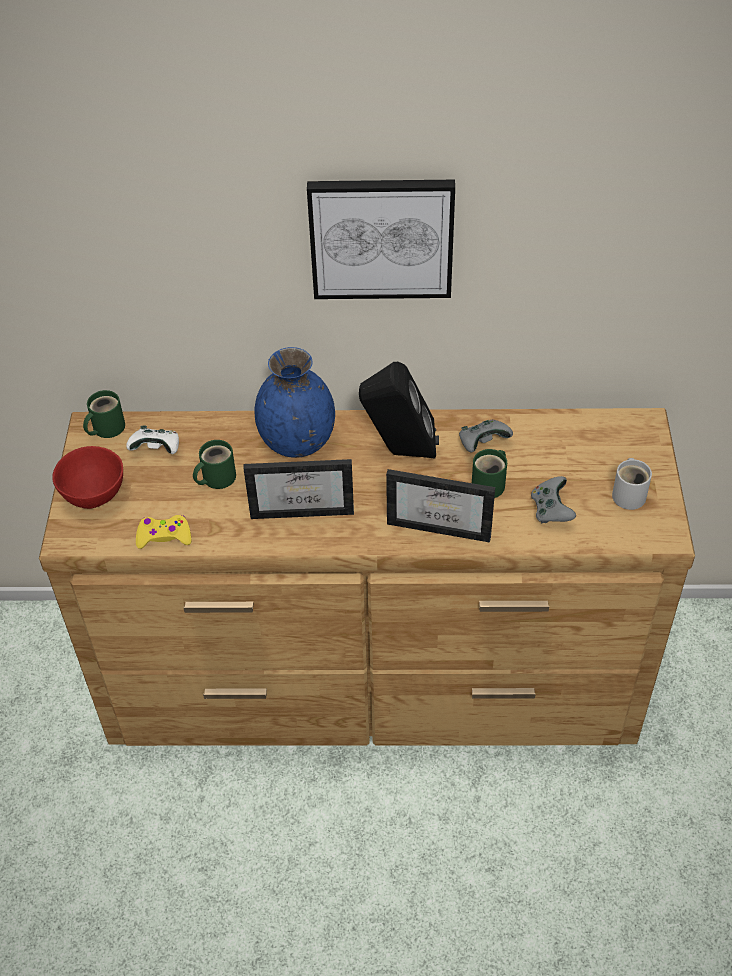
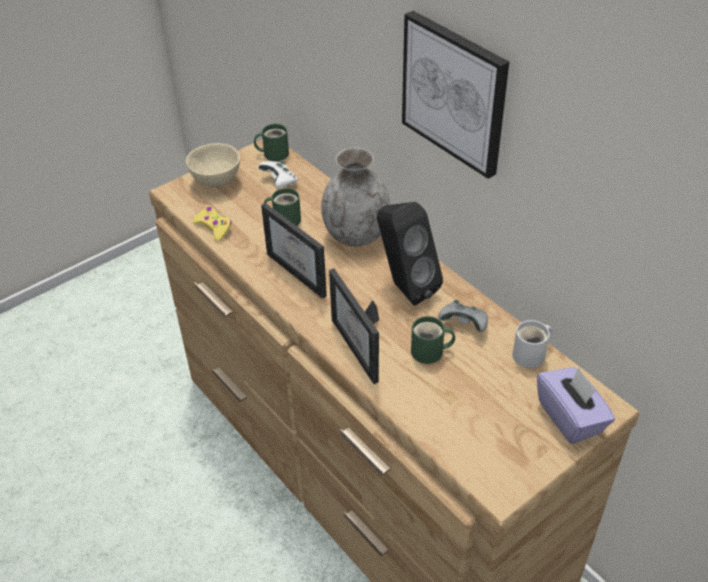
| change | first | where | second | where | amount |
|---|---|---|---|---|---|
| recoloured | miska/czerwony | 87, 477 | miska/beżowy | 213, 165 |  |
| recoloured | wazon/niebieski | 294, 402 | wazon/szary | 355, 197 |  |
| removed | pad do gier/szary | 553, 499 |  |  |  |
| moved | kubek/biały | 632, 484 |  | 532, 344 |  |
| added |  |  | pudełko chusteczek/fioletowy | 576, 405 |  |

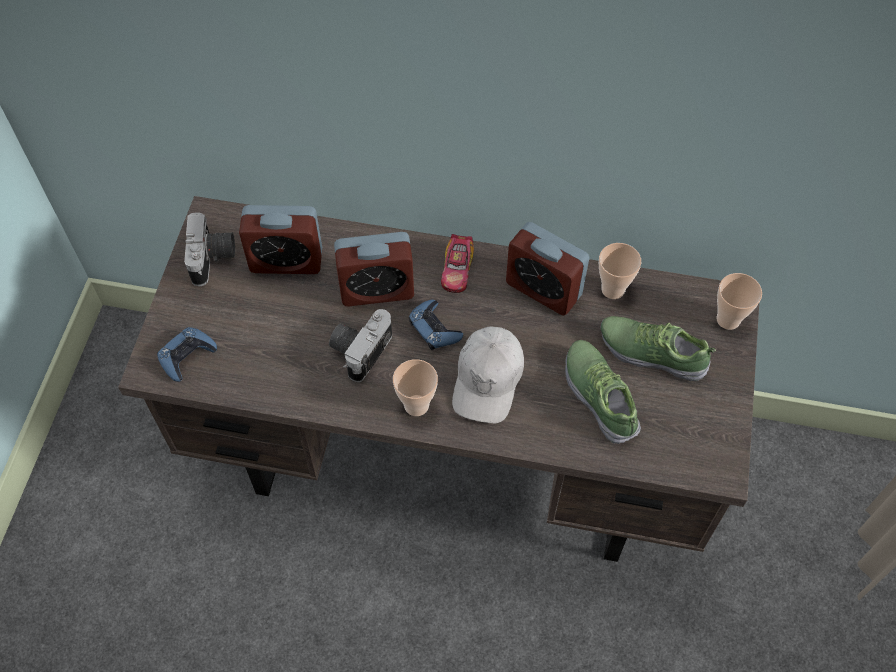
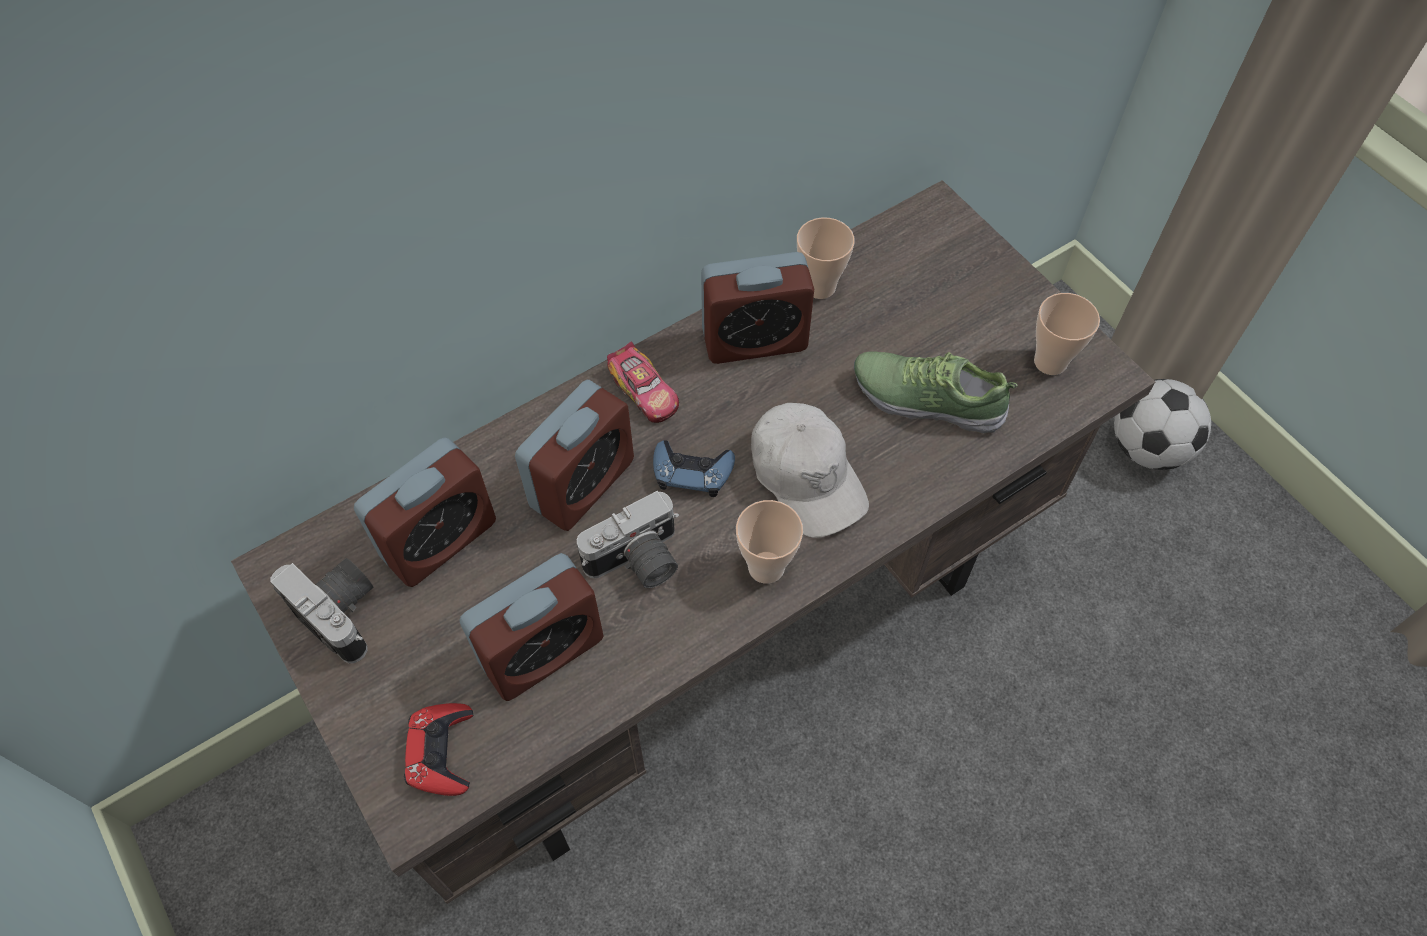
| change | first | where | second | where | amount |
|---|---|---|---|---|---|
| recoloured | pad do gier/niebieski | 187, 354 | pad do gier/czerwony | 438, 749 |  |
| turned | aparat fotograficzny | 360, 345 |  | 628, 539 | 105 degrees counterclockwise |
| removed | but | 658, 348 |  |  |  |
| moved | filiżanka | 739, 301 |  | 1067, 334 |  |
| added |  |  | budzik | 531, 627 |  |
| added |  |  | piłka futbolowa | 1162, 424 |  |

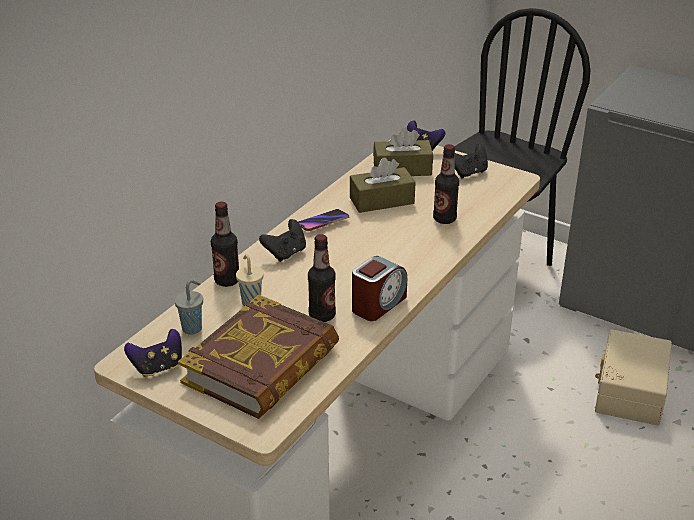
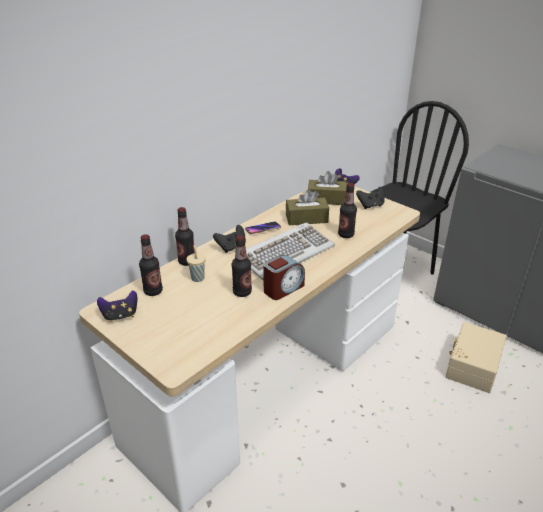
| change | first | where | second | where | amount |
|---|---|---|---|---|---|
| replaced | filiżanka/szary | 188, 307 | butelka | 151, 265 |  |
| removed | książka | 258, 357 |  |  |  |
| added |  |  | klawiatura | 290, 251 |  |

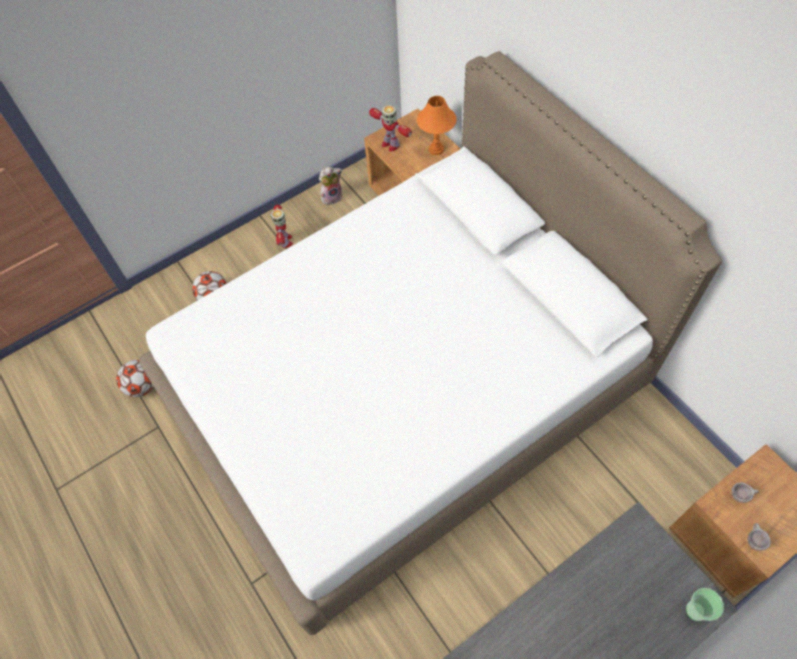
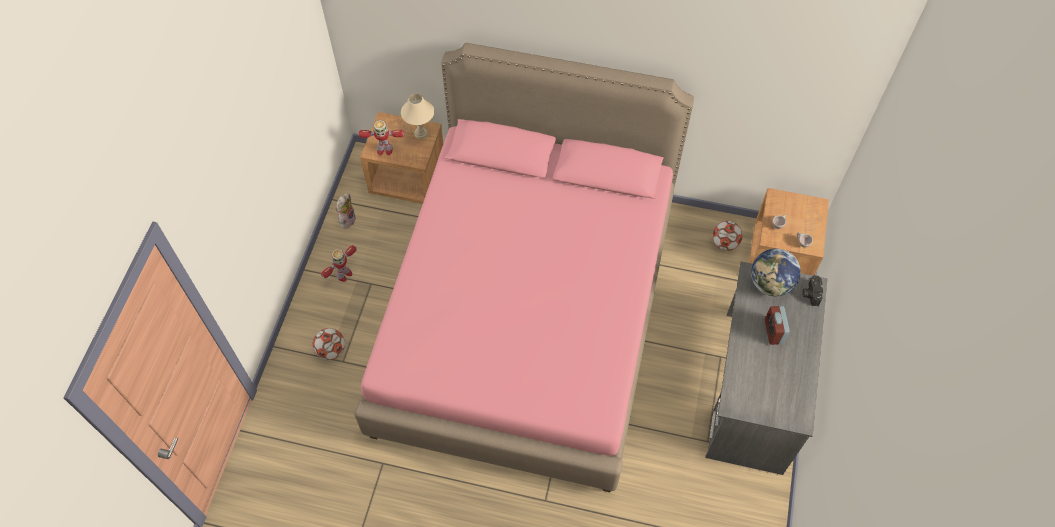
| change | first | where | second | where | amount |
|---|---|---|---|---|---|
| moved | piłka futbolowa | 135, 378 |  | 727, 236 |  |
| recoloured | łóżko/biały | 430, 343 | łóżko/różowy | 524, 267 |  |
| turned | robot zabawkowy | 281, 226 |  | 339, 263 | 90 degrees clockwise |
| recoloured | lampa stołowa/pomarańczowy | 437, 125 | lampa stołowa/beżowy | 417, 116 |  |
| replaced | filiżanka | 705, 604 | aparat fotograficzny | 812, 291 |  |
| added |  |  | globus | 776, 272 |  |
| added |  |  | budzik | 777, 325 |  |

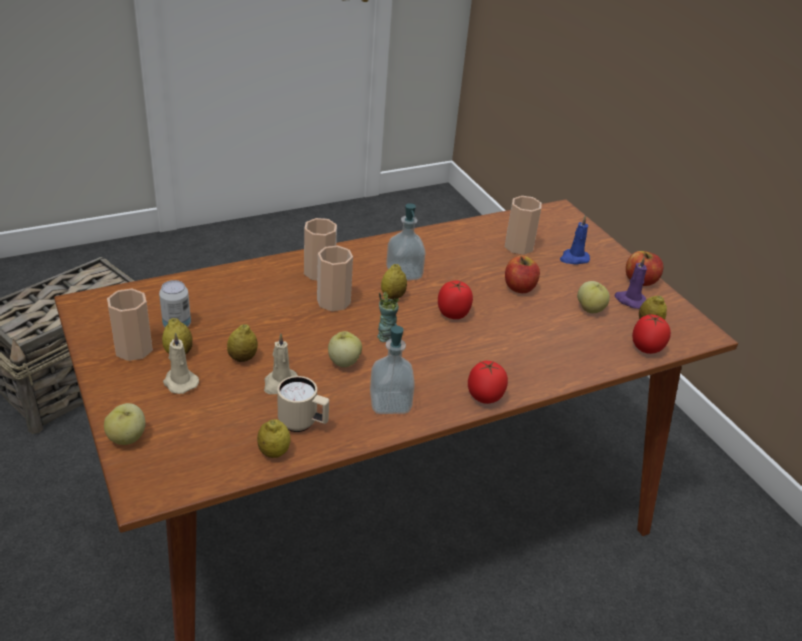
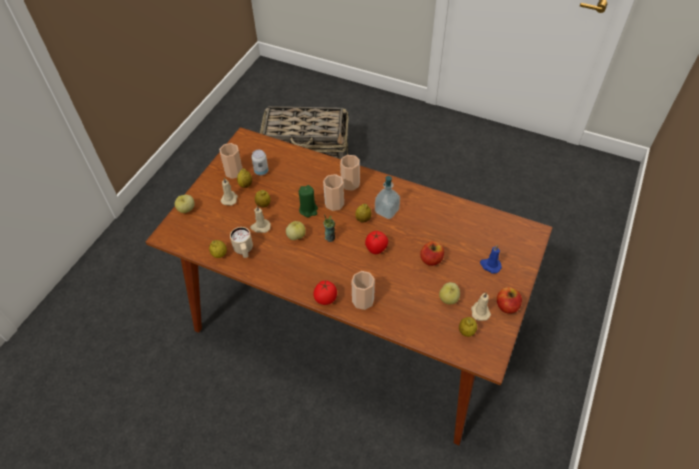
| change | first | where | second | where | amount |
|---|---|---|---|---|---|
| removed | dozownik mydła | 392, 368 |  |  |  |
| moved | filiżanka | 523, 225 |  | 363, 290 |  |
| recoloured | świeca/fioletowy | 631, 283 | świeca/beżowy | 481, 307 |  |
| removed | pomidor | 651, 334 |  |  |  |
| added |  |  | świeca/zielony | 308, 201 |  |

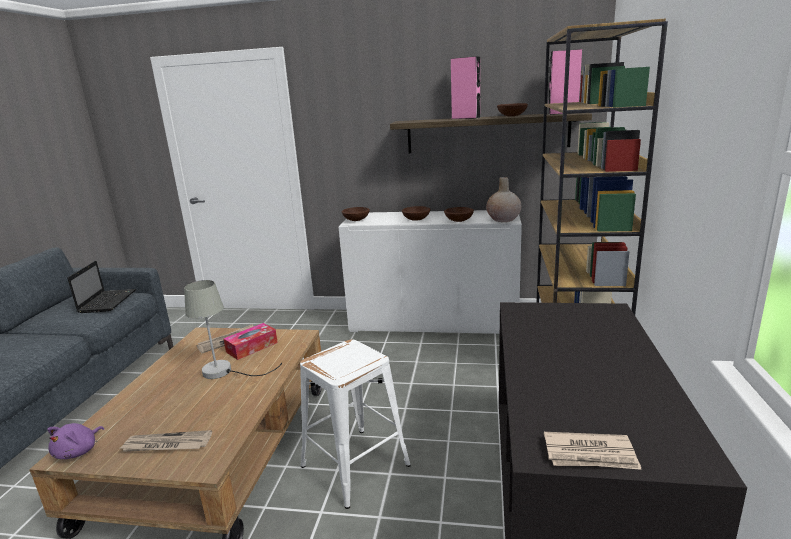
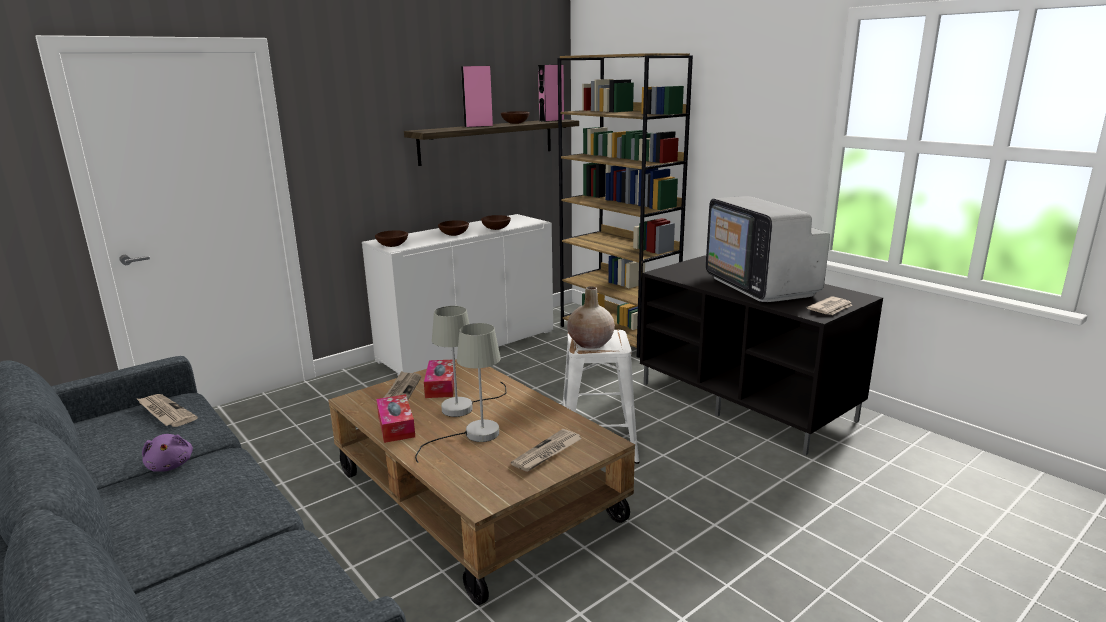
| change | first | where | second | where | amount |
|---|---|---|---|---|---|
| moved | pluszak/fioletowy | 75, 441 |  | 167, 453 |  |
| replaced | laptop | 101, 287 | gazeta | 167, 410 |  |
| moved | wazon/beżowy | 503, 199 |  | 591, 317 |  |
| added |  |  | pudełko chusteczek | 395, 418 |  |
| added |  |  | lampa stołowa/szary | 458, 393 |  |
| added |  |  | telewizor | 768, 249 |  |

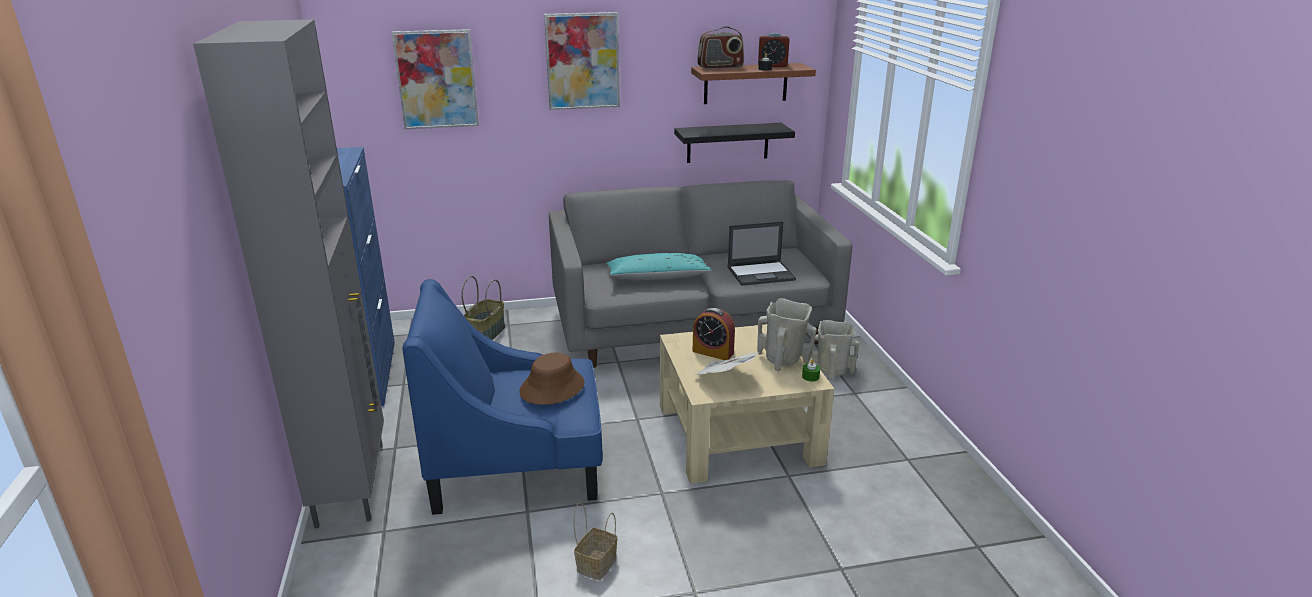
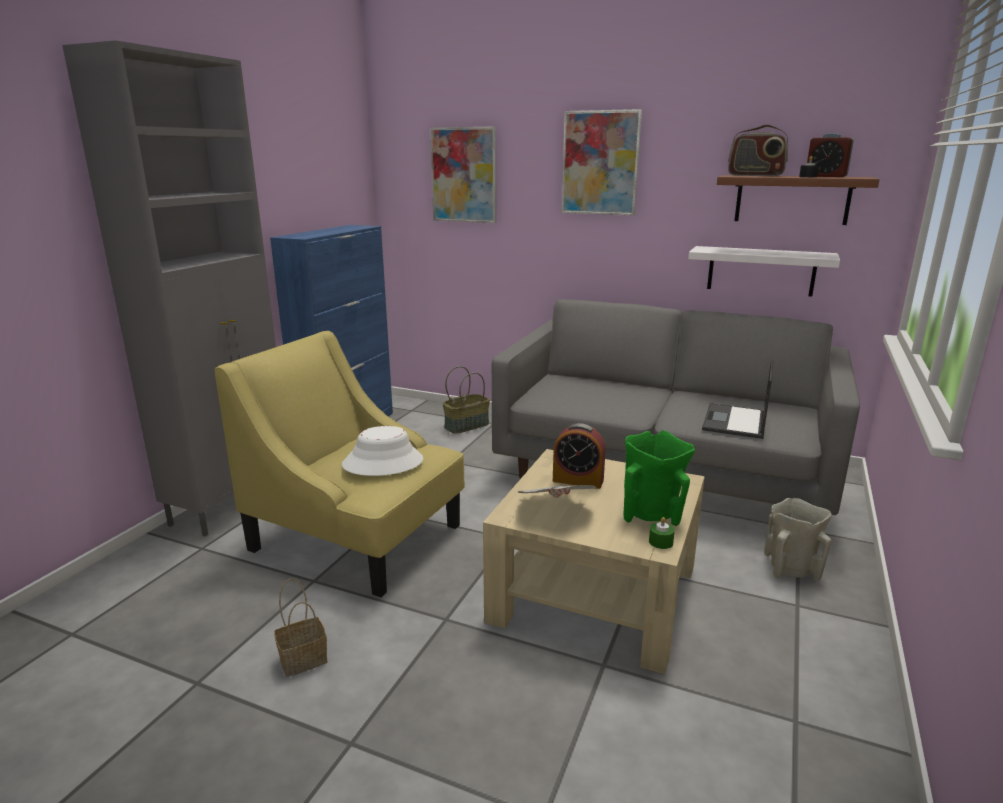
| change | first | where | second | where | amount |
|---|---|---|---|---|---|
| recoloured | fotel/niebieski | 502, 397 | fotel/żółty | 340, 464 |  |
| recoloured | kapelusz/brązowy | 551, 379 | kapelusz/biały | 382, 451 |  |
| removed | poduszka/turkusowy | 659, 266 |  |  |  |
| recoloured | półka/czarny | 734, 143 | półka/biały | 764, 271 |  |
| turned | budzik | 714, 334 |  | 579, 456 | 45 degrees counterclockwise |
| turned | laptop | 761, 253 |  | 737, 399 | 90 degrees clockwise |
| recoloured | wazon/beżowy | 787, 334 | wazon/zielony | 659, 478 |  |

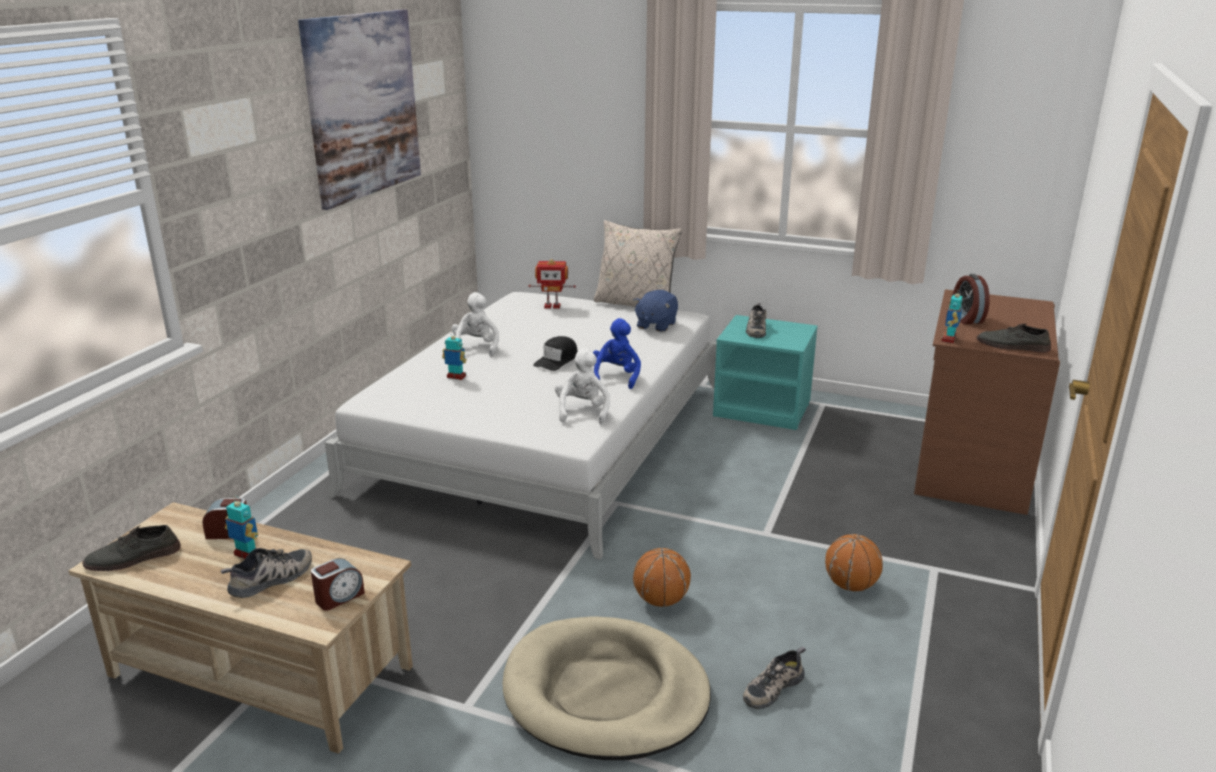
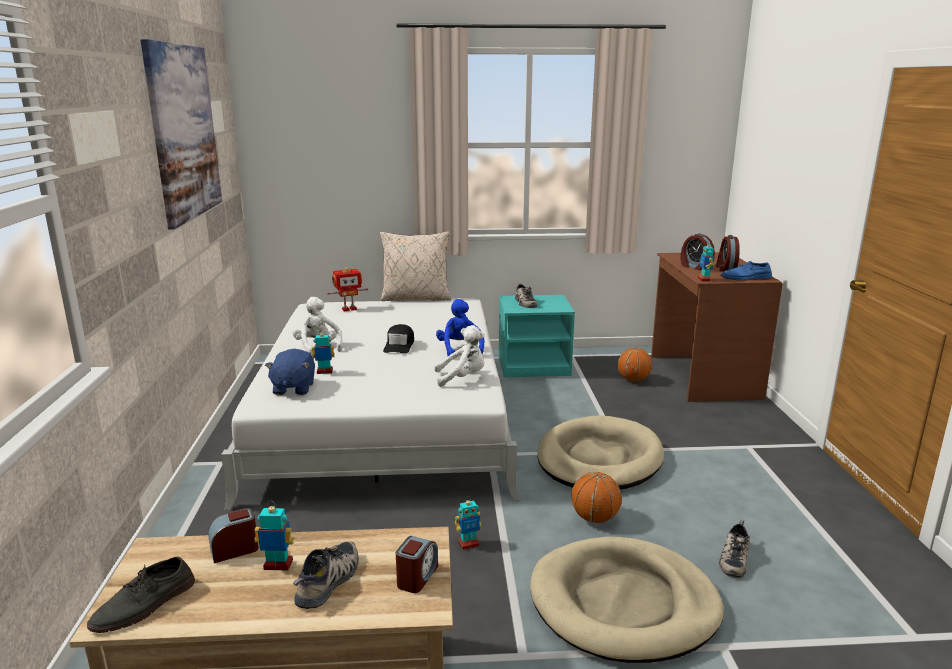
| change | first | where | second | where | amount |
|---|---|---|---|---|---|
| turned | pluszak/biały | 582, 386 |  | 460, 356 | 105 degrees clockwise |
| moved | pluszak/niebieski | 655, 311 |  | 290, 372 |  |
| moved | piłka do koszykówki | 854, 562 |  | 635, 365 |  |
| recoloured | but/szary | 1014, 338 | but/niebieski | 746, 271 |  |
| added |  |  | robot zabawkowy | 468, 523 |  |
| added |  |  | legowisko/beżowy | 600, 452 |  |
| added |  |  | budzik | 728, 253 |  |

